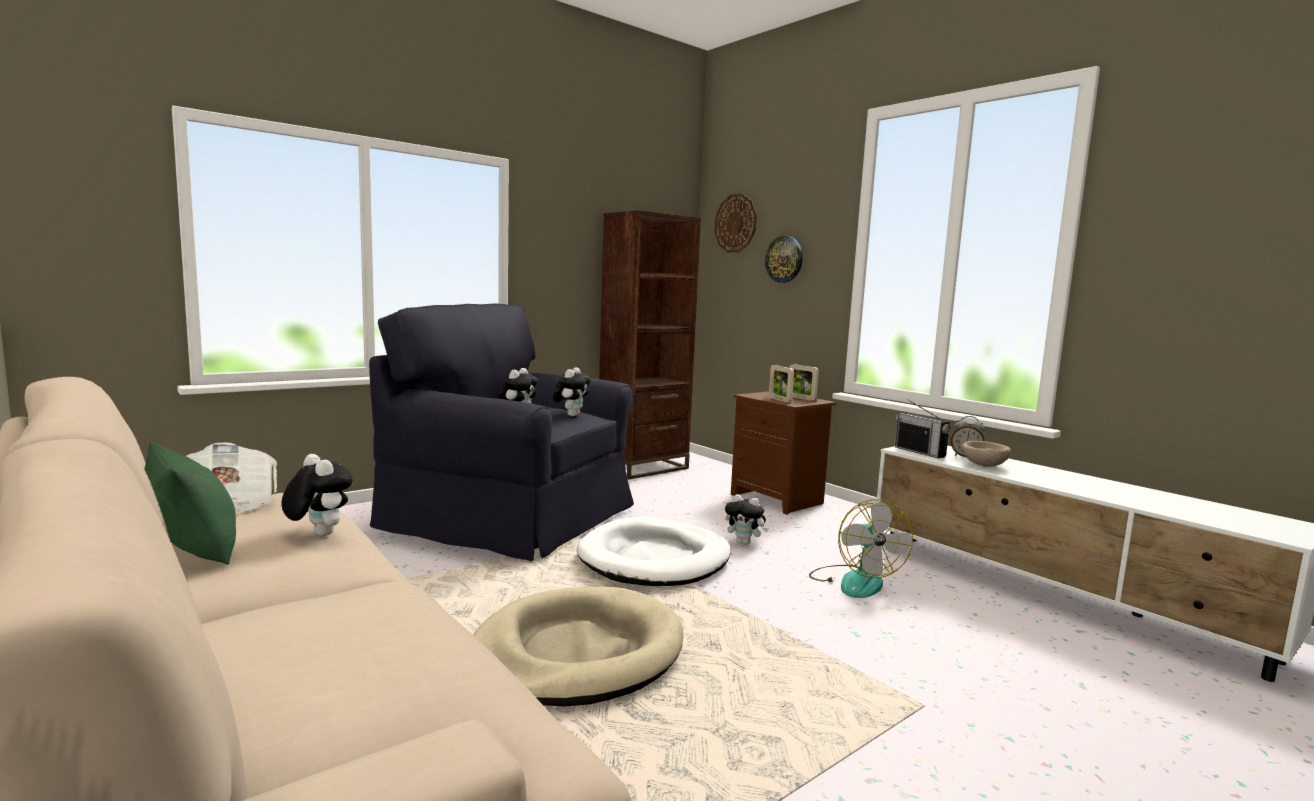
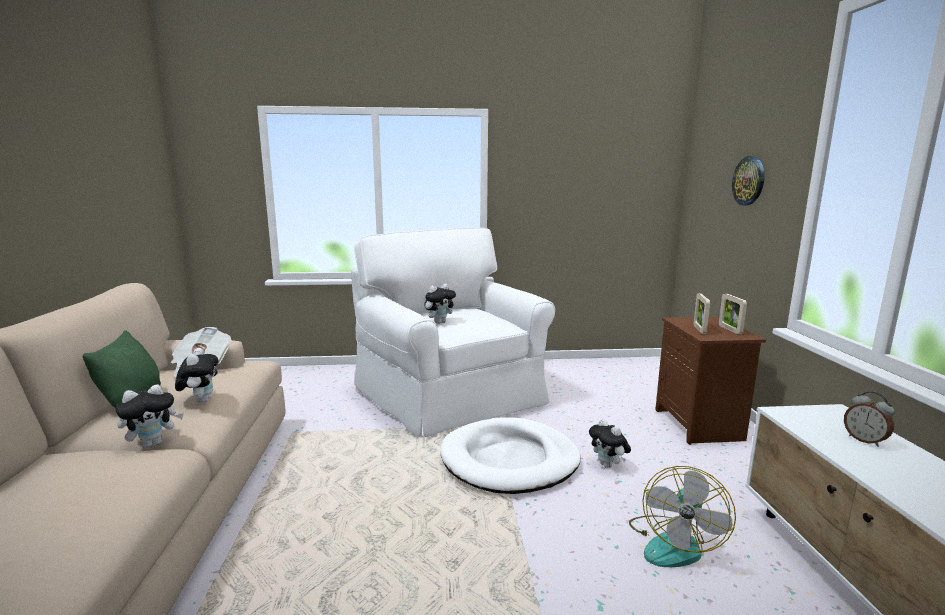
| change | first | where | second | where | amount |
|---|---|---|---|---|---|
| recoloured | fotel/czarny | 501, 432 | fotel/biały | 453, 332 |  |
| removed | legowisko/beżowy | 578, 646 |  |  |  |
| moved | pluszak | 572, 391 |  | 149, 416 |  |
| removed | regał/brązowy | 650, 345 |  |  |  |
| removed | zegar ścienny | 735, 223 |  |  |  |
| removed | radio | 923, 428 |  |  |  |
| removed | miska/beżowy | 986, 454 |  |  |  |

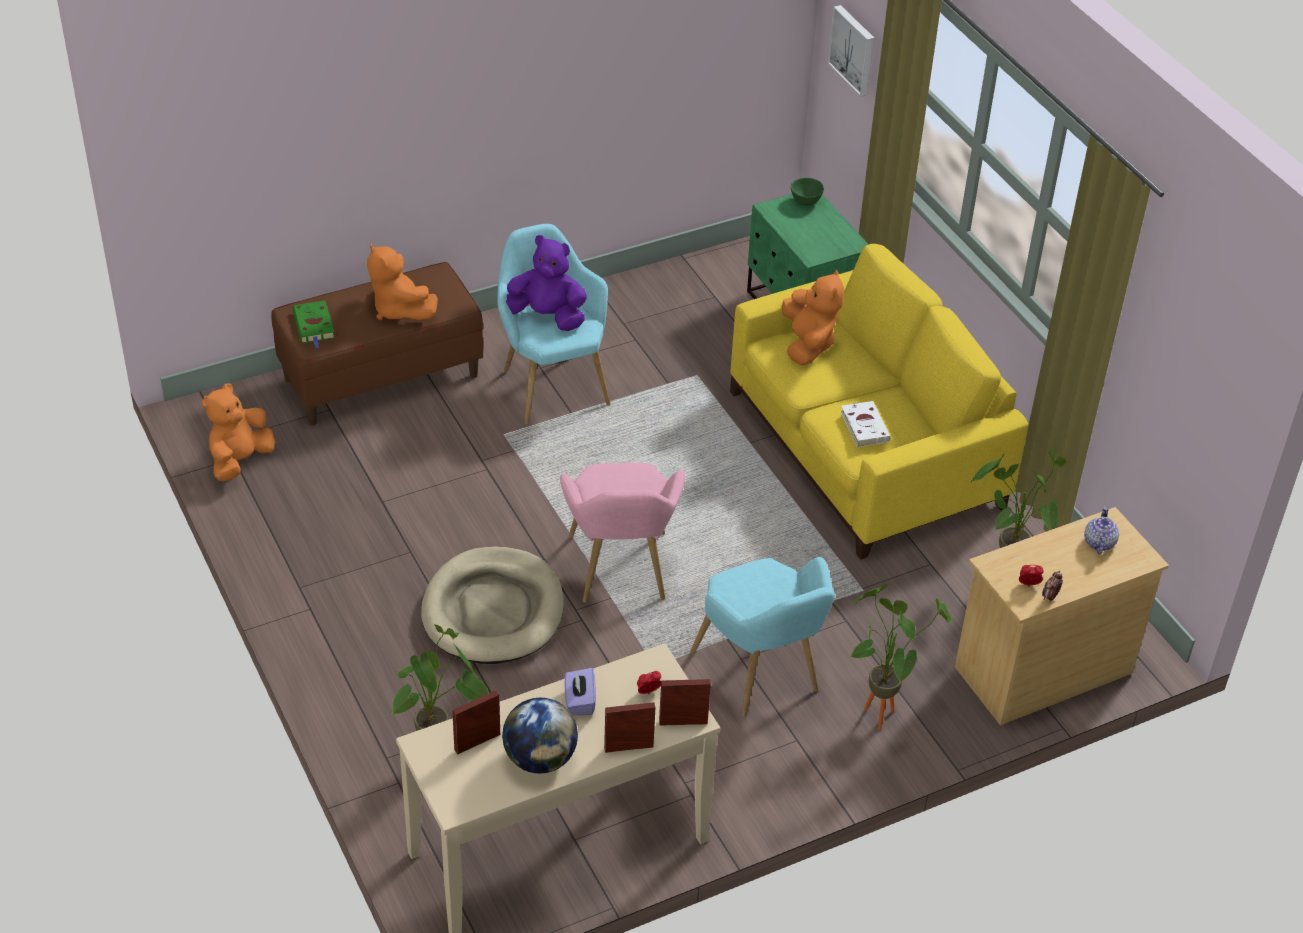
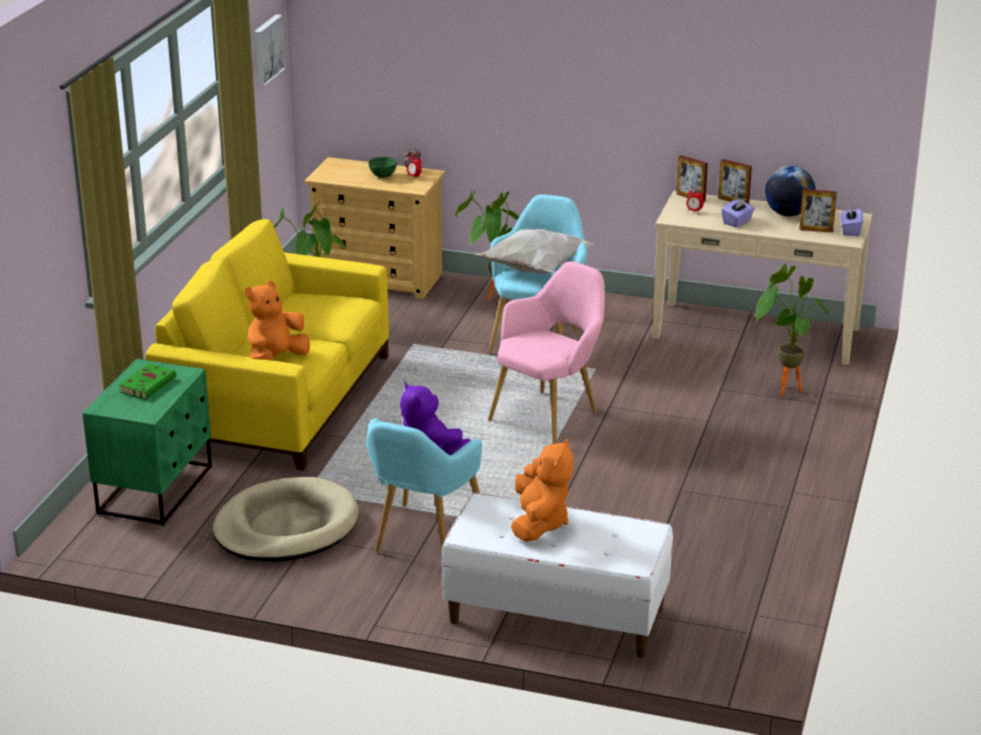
| change | first | where | second | where | amount |
|---|---|---|---|---|---|
| removed | pluszak/pomarańczowy | 238, 432 |  |  |  |
| recoloured | ławka/brązowy | 377, 343 | ławka/biały | 557, 575 |  |
| moved | książka/zielony | 313, 325 |  | 147, 381 |  |
| moved | legowisko/beżowy | 492, 605 |  | 286, 519 |  |
| moved | miska/zielony | 807, 192 |  | 382, 167 |  |
| moved | obraz | 851, 51 |  | 269, 50 |  |
| removed | książka/biały | 865, 424 |  |  |  |
| removed | imbryk | 1101, 530 |  |  |  |
| added |  |  | poduszka/biały | 534, 251 |  |
| added |  |  | pudełko chusteczek/fioletowy | 852, 221 |  |

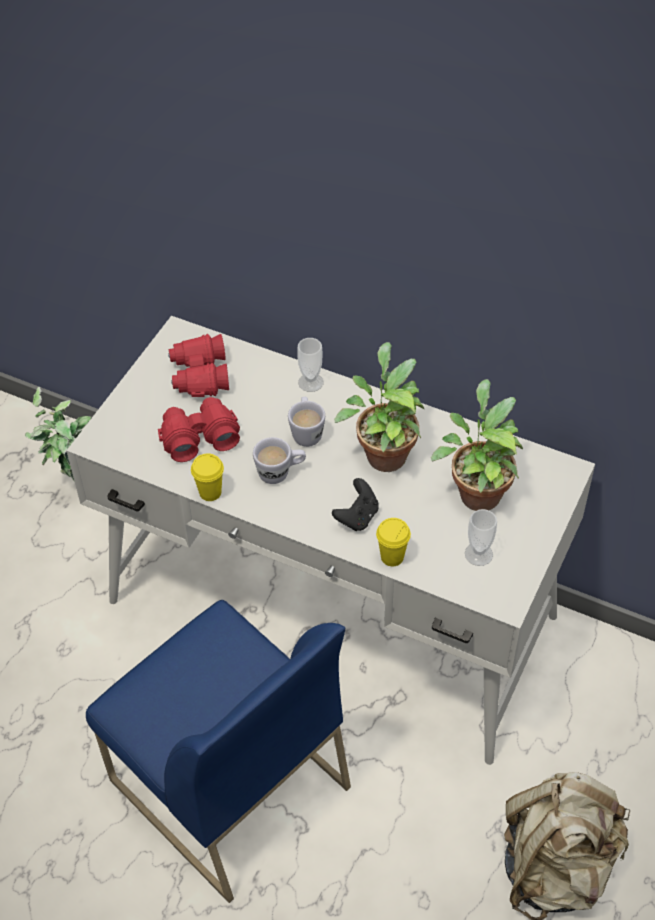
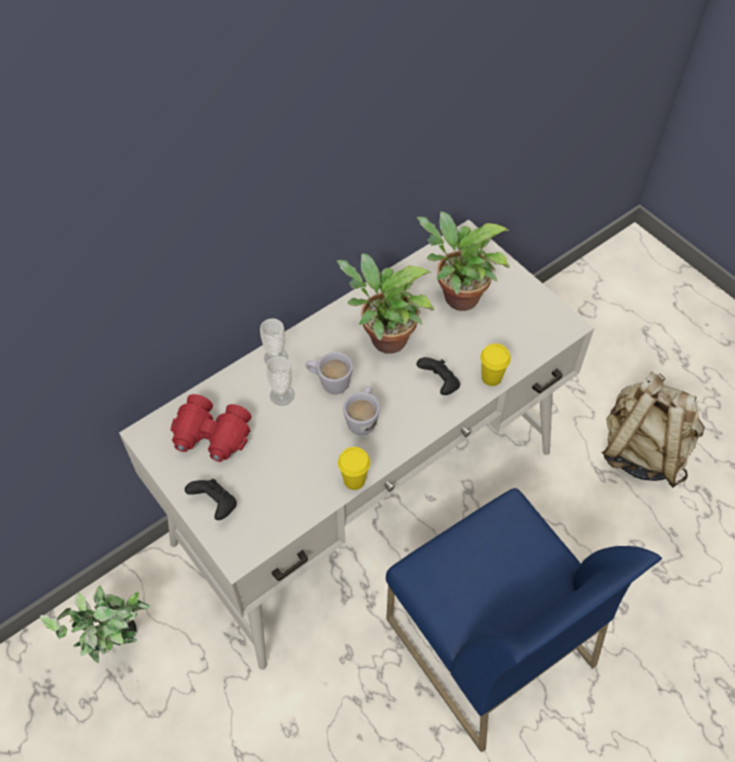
| change | first | where | second | where | amount |
|---|---|---|---|---|---|
| turned | krzesło/niebieski | 218, 751 |  | 524, 620 | 75 degrees clockwise |
| removed | lornetka/czerwony | 199, 429 |  |  |  |
| moved | filiżanka | 481, 537 |  | 280, 381 |  |
| added |  |  | pad do gier/czarny | 211, 499 |  |

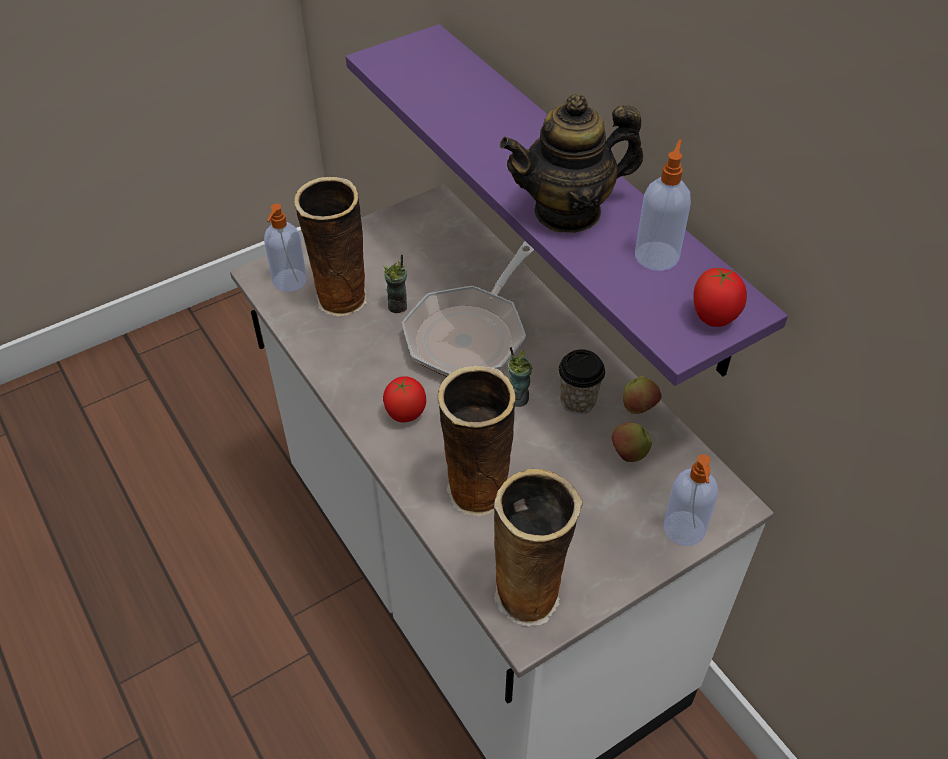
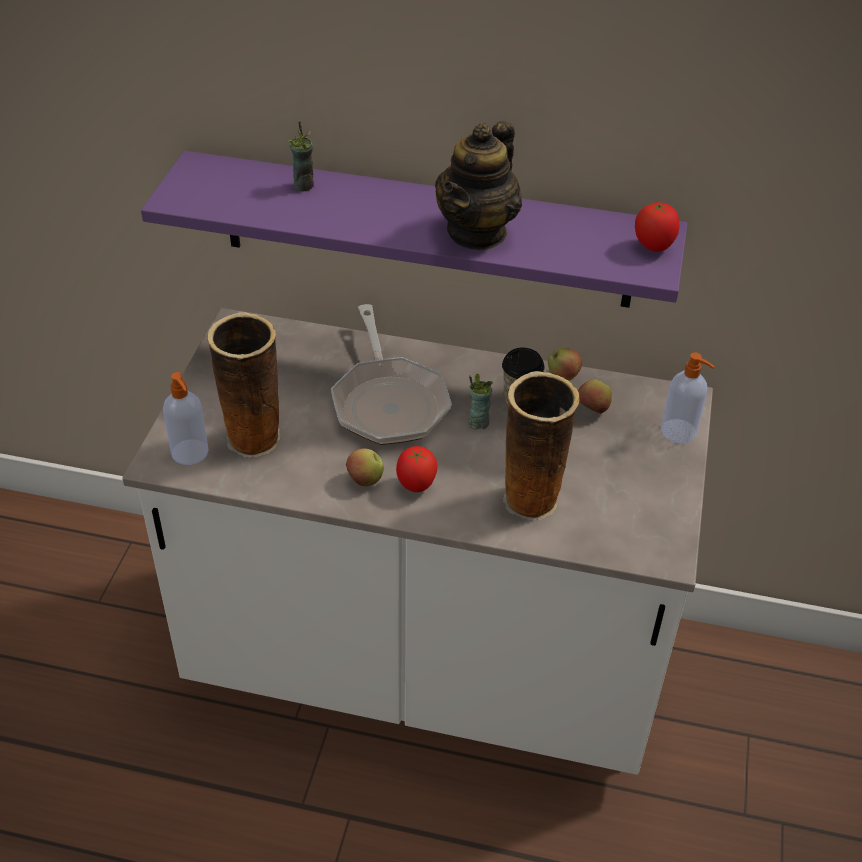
| change | first | where | second | where | amount |
|---|---|---|---|---|---|
| moved | filiżanka | 395, 283 |  | 301, 156 |  |
| removed | wazon | 538, 547 |  |  |  |
| removed | dozownik mydła | 663, 205 |  |  |  |
| added |  |  | jabłko | 365, 467 |  |

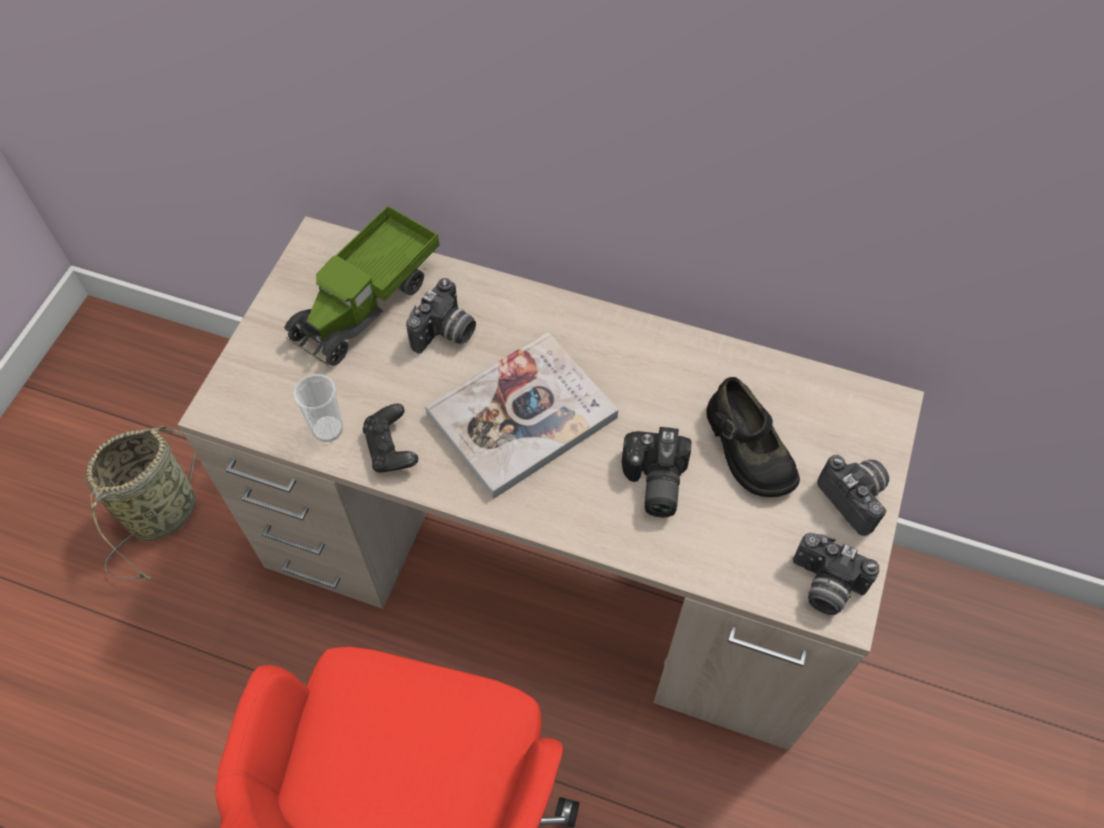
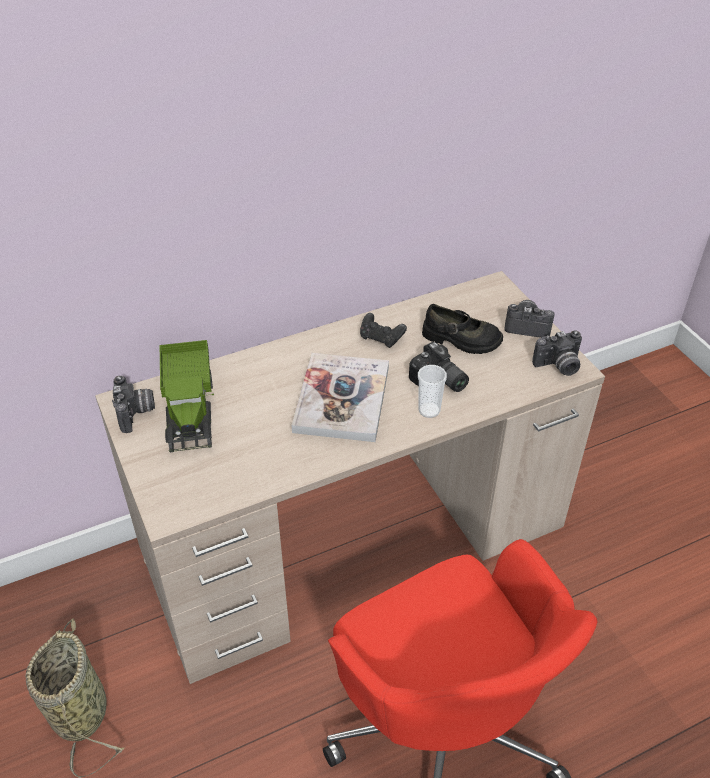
| change | first | where | second | where | amount |
|---|---|---|---|---|---|
| moved | filiżanka | 318, 408 |  | 432, 391 |  |
| moved | pad do gier/czarny | 390, 437 |  | 383, 330 |  |
| moved | aparat fotograficzny | 441, 316 |  | 133, 404 |  |

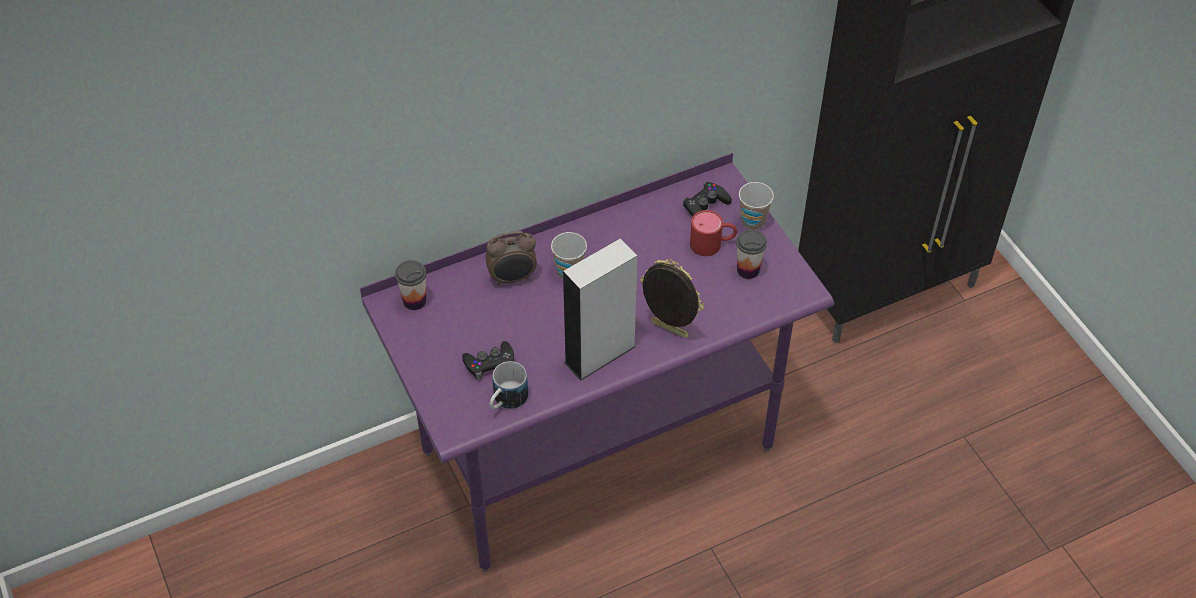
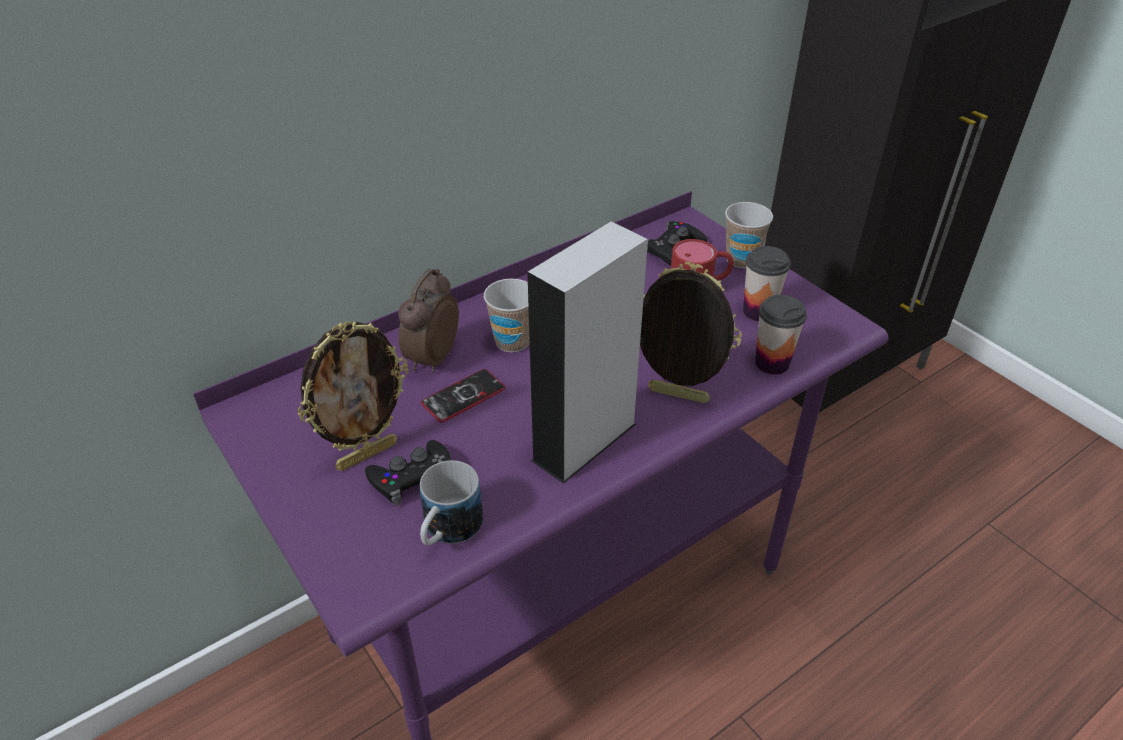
| change | first | where | second | where | amount |
|---|---|---|---|---|---|
| moved | filiżanka | 410, 285 |  | 781, 335 |  |
| turned | budzik | 511, 258 |  | 428, 321 | 135 degrees clockwise |
| added |  |  | ramka na zdjęcie | 353, 396 |  |
| added |  |  | telefon | 463, 396 |  |

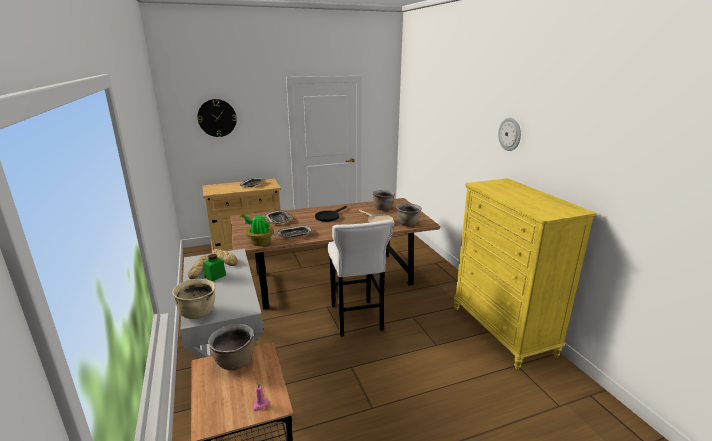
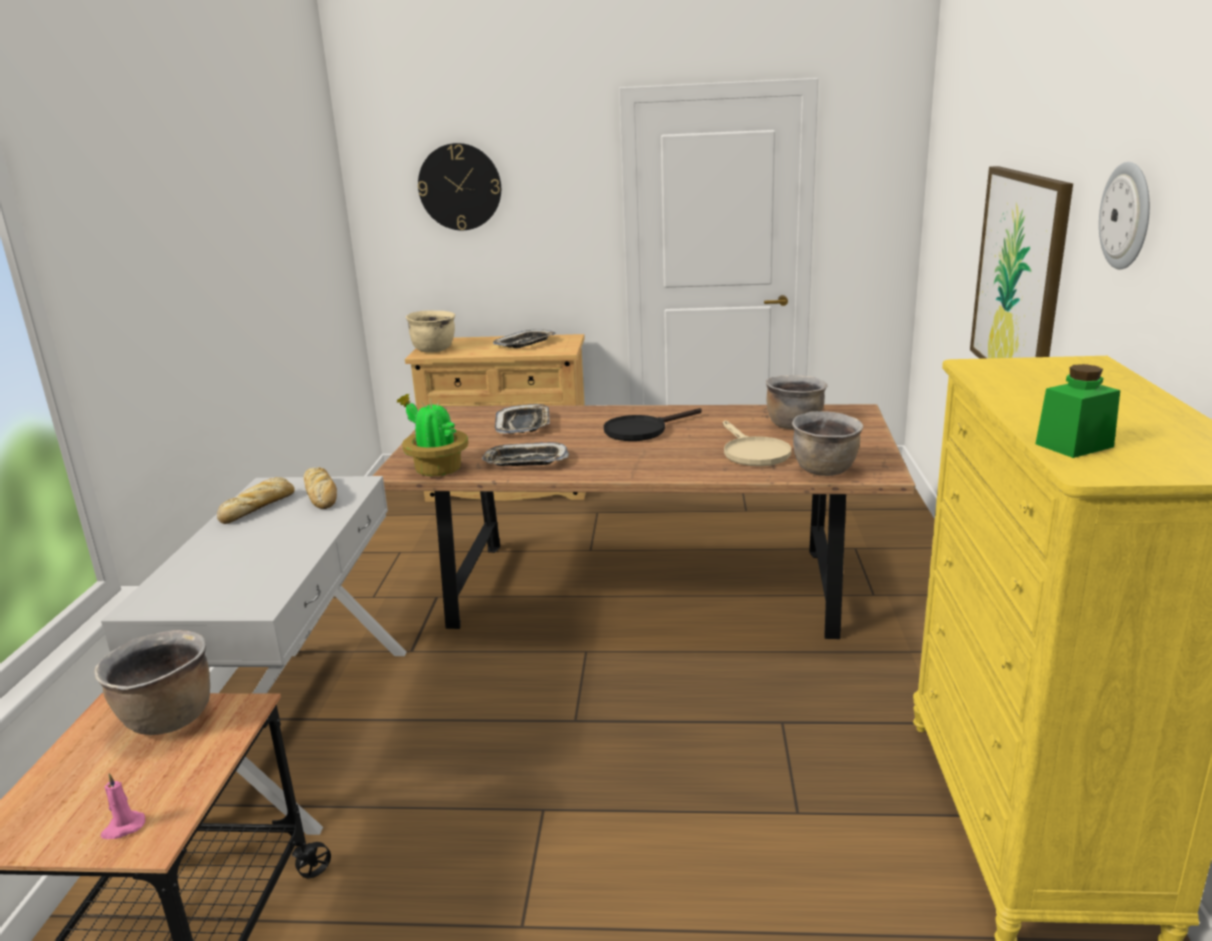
| change | first | where | second | where | amount |
|---|---|---|---|---|---|
| moved | garnek/beżowy | 193, 299 |  | 430, 331 |  |
| moved | słoik/zielony | 214, 267 |  | 1077, 411 |  |
| removed | stołek/biały | 361, 278 |  |  |  |
| added |  |  | obraz | 1021, 262 |  |

